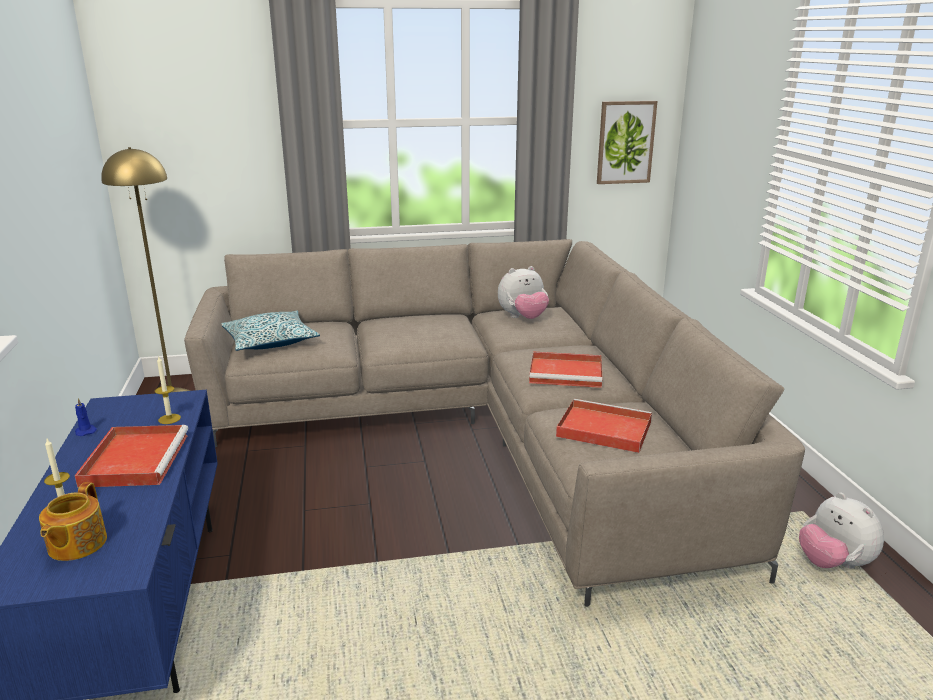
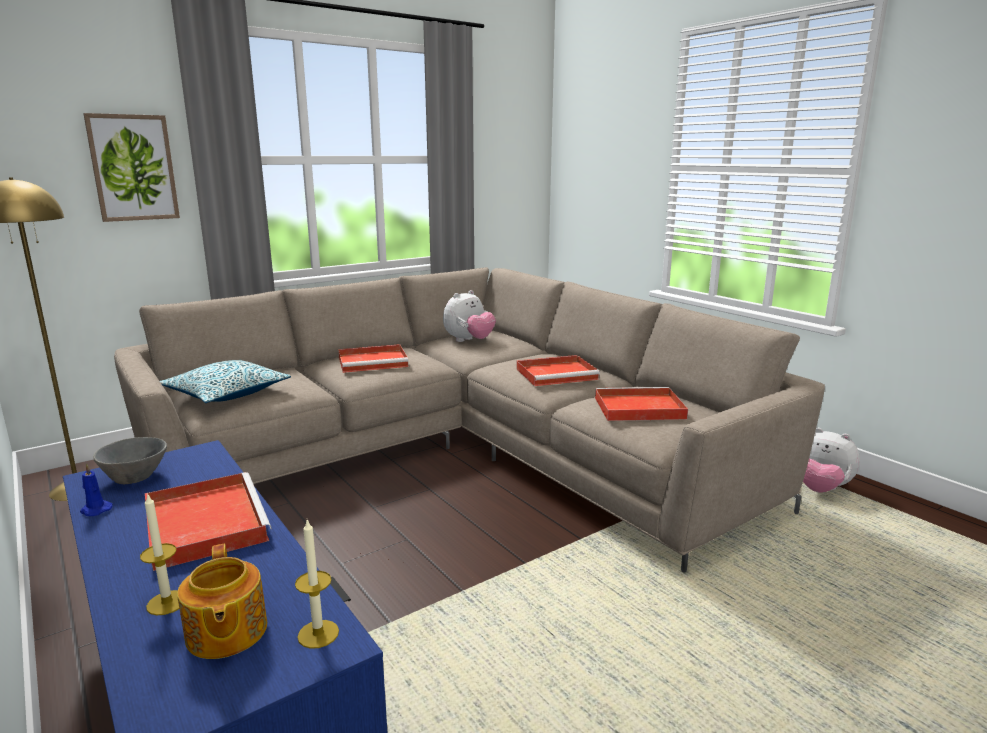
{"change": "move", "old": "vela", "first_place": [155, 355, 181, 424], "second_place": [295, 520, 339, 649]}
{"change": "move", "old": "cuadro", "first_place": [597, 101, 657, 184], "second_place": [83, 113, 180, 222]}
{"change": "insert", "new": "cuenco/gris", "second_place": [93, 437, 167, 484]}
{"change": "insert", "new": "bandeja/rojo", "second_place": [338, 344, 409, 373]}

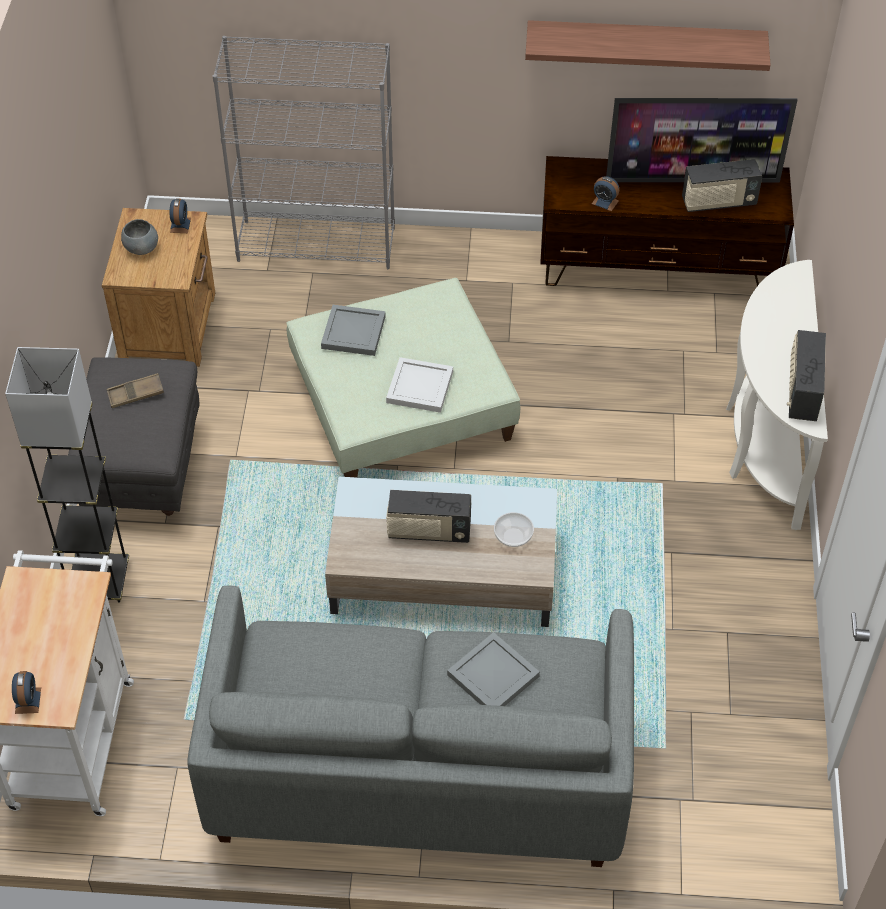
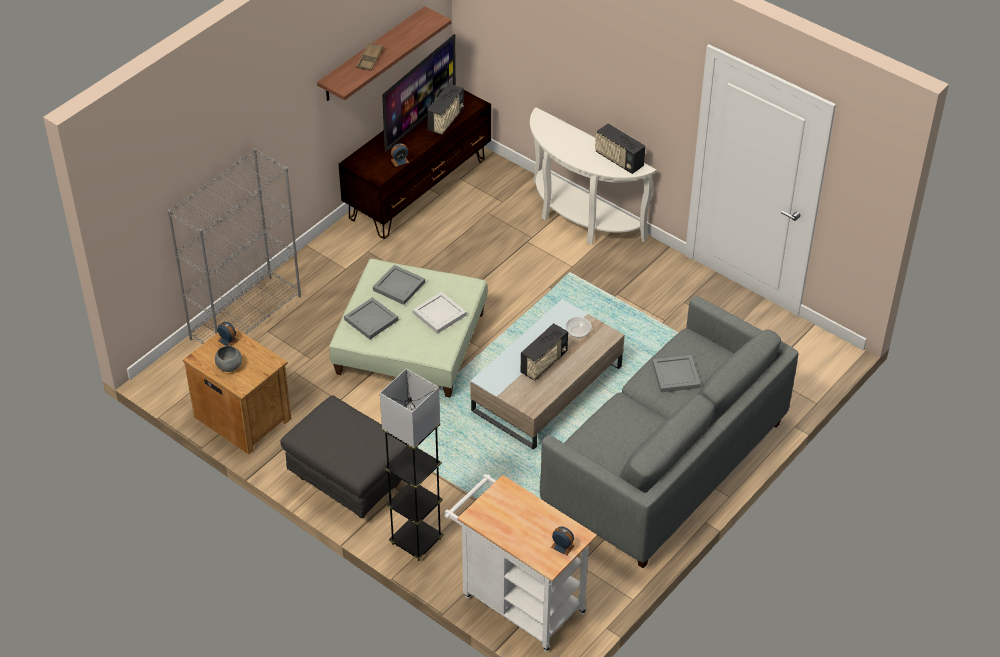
{"change": "move", "old": "bandeja/marrón", "first_place": [106, 373, 164, 408], "second_place": [357, 43, 383, 71]}
{"change": "insert", "new": "bandeja/gris", "second_place": [373, 265, 425, 305]}

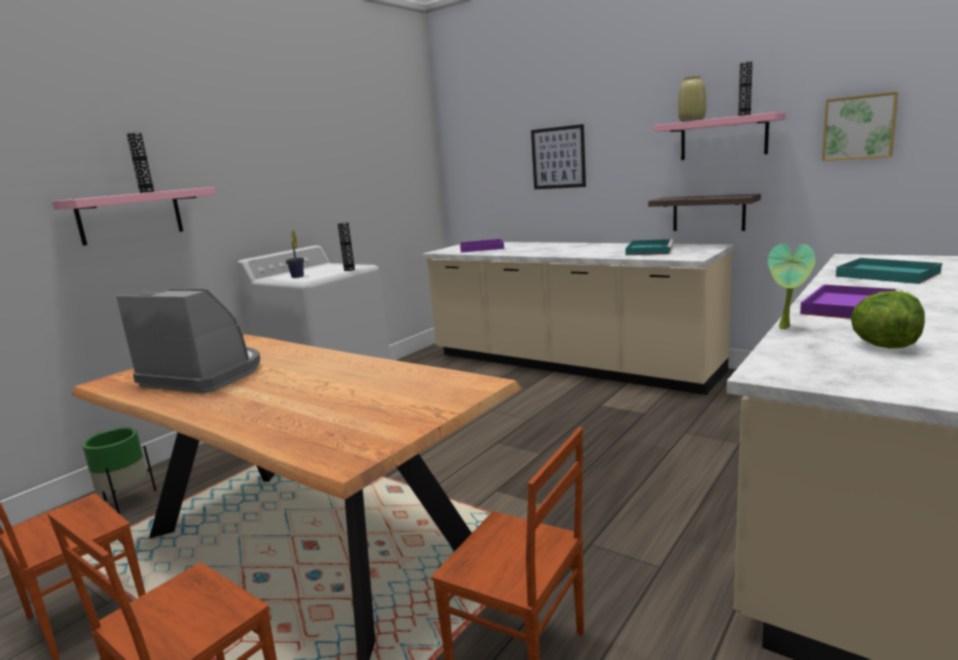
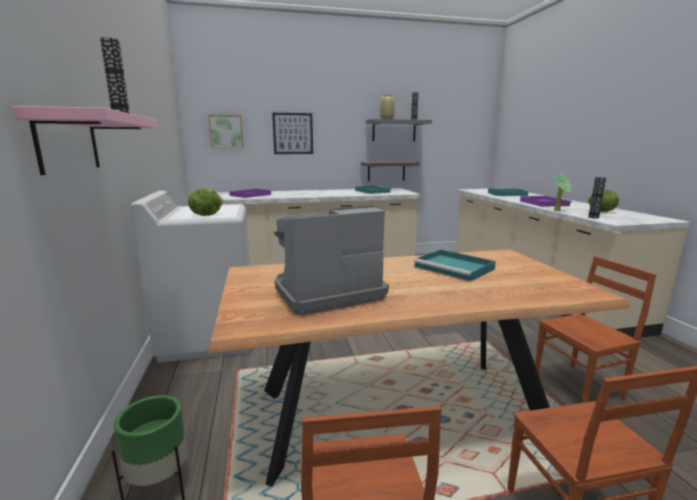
{"change": "replace", "old": "planta en maceta", "new": "lechuga", "first_place": [286, 229, 304, 278], "second_place": [188, 188, 223, 216]}
{"change": "move", "old": "florero", "first_place": [337, 222, 355, 271], "second_place": [588, 177, 606, 219]}
{"change": "recolor", "old": "estante/rosa", "new": "estante/gris", "first_place": [654, 112, 785, 160], "second_place": [366, 119, 432, 141]}
{"change": "move", "old": "cuadro", "first_place": [822, 92, 898, 161], "second_place": [208, 115, 244, 148]}
{"change": "insert", "new": "bandeja/turquesa", "second_place": [414, 250, 496, 282]}

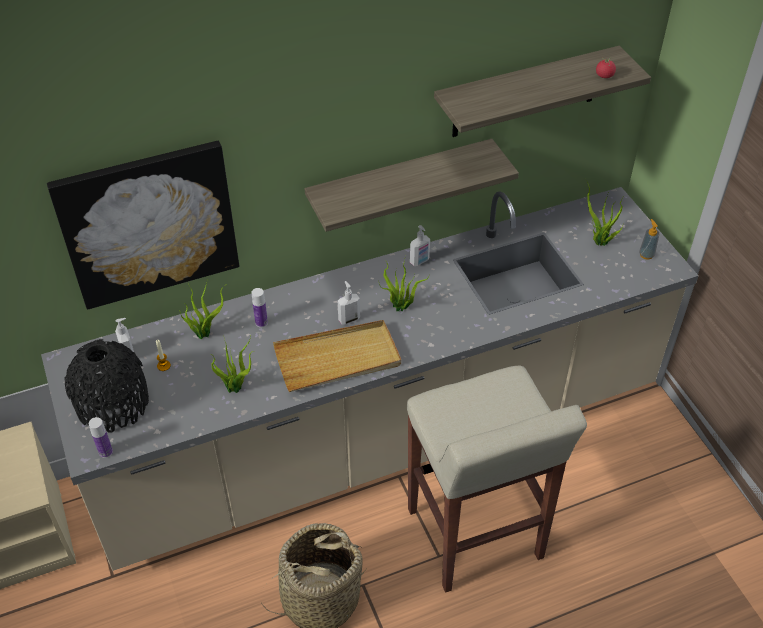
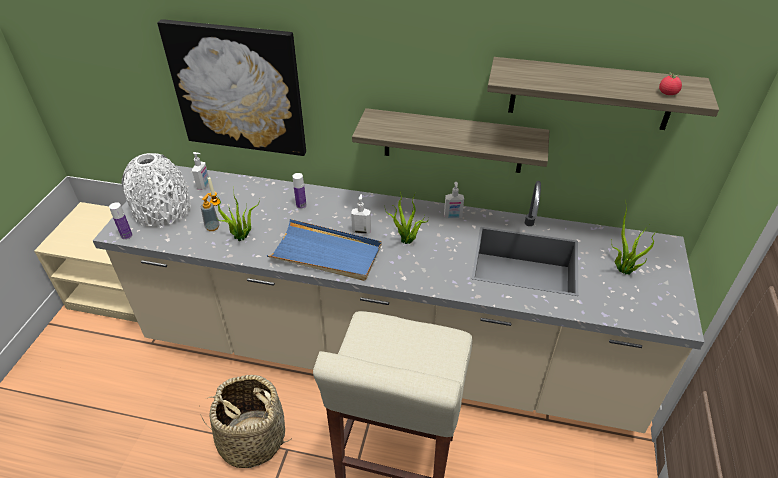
{"change": "recolor", "old": "florero/negro", "new": "florero/blanco", "first_place": [65, 339, 149, 433], "second_place": [121, 153, 191, 228]}
{"change": "delete", "old": "planta en maceta", "first_place": [179, 278, 227, 339]}
{"change": "recolor", "old": "bandeja/beis", "new": "bandeja/azul", "first_place": [273, 320, 401, 392], "second_place": [267, 219, 382, 281]}
{"change": "move", "old": "dispensador de jabón", "first_place": [639, 219, 659, 260], "second_place": [201, 193, 220, 231]}

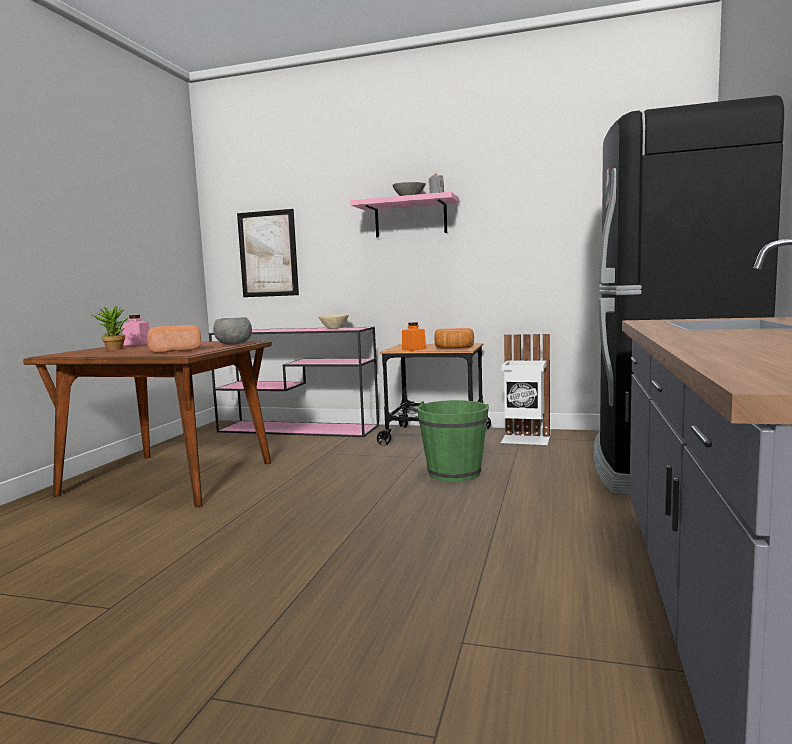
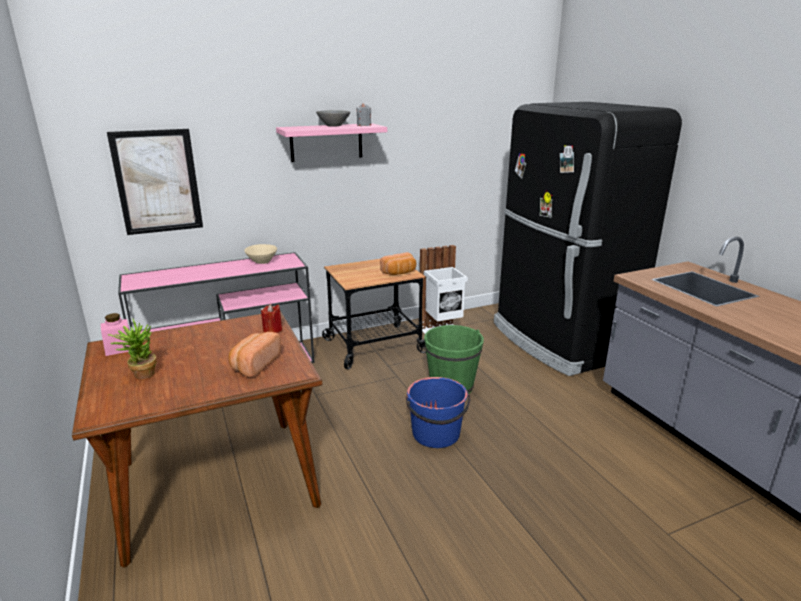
{"change": "replace", "old": "cuenco/gris", "new": "vela/rojo", "first_place": [213, 317, 252, 345], "second_place": [261, 304, 282, 333]}
{"change": "delete", "old": "tarro/naranja", "first_place": [402, 322, 426, 351]}
{"change": "insert", "new": "cubo/azul", "second_place": [406, 377, 470, 448]}

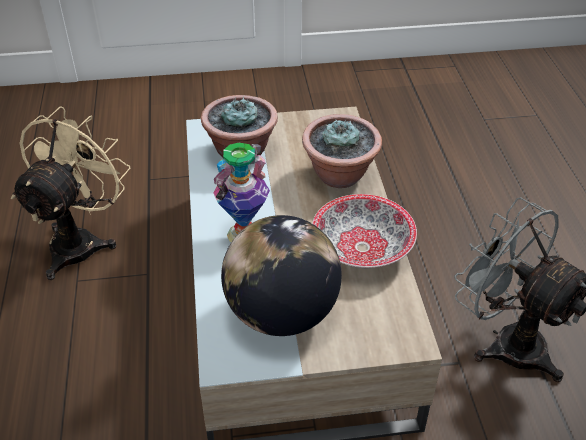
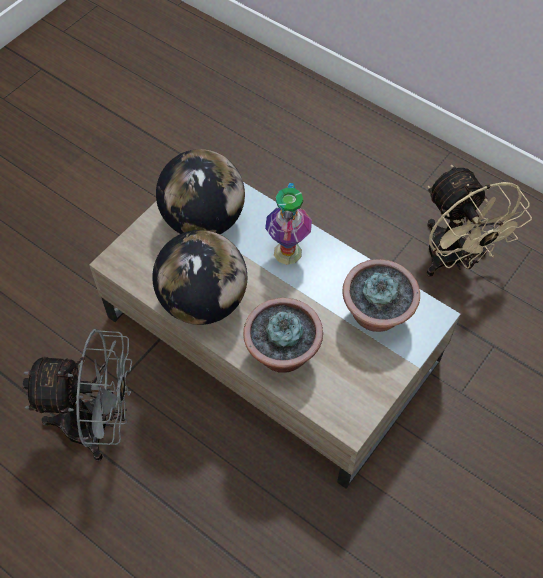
{"change": "replace", "old": "cuenco", "new": "globo terráqueo", "first_place": [312, 194, 417, 268], "second_place": [152, 230, 247, 325]}

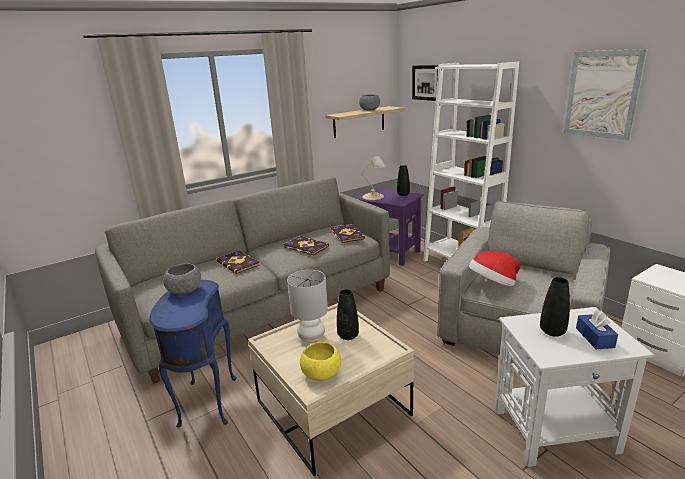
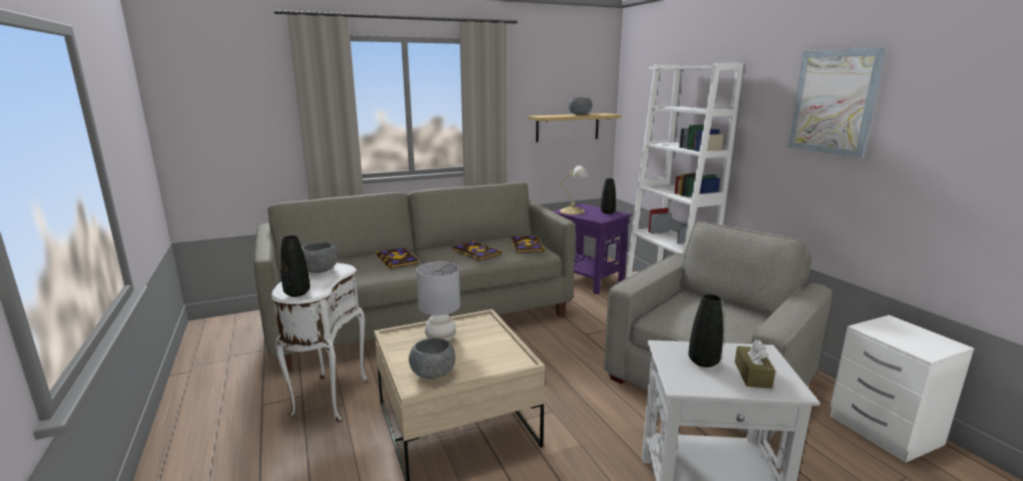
{"change": "recolor", "old": "mesa auxiliar/azul", "new": "mesa auxiliar/blanco", "first_place": [150, 280, 237, 427], "second_place": [271, 263, 368, 422]}
{"change": "recolor", "old": "cuenco/amarillo", "new": "cuenco/gris", "first_place": [300, 342, 341, 381], "second_place": [409, 338, 456, 379]}
{"change": "move", "old": "florero/negro", "first_place": [337, 289, 359, 340], "second_place": [281, 236, 310, 297]}
{"change": "delete", "old": "cuadro", "first_place": [412, 65, 438, 101]}
{"change": "delete", "old": "sombrero", "first_place": [469, 251, 520, 287]}
{"change": "recolor", "old": "caja de pañuelos/azul", "new": "caja de pañuelos/marrón", "first_place": [576, 310, 618, 349], "second_place": [735, 339, 775, 389]}

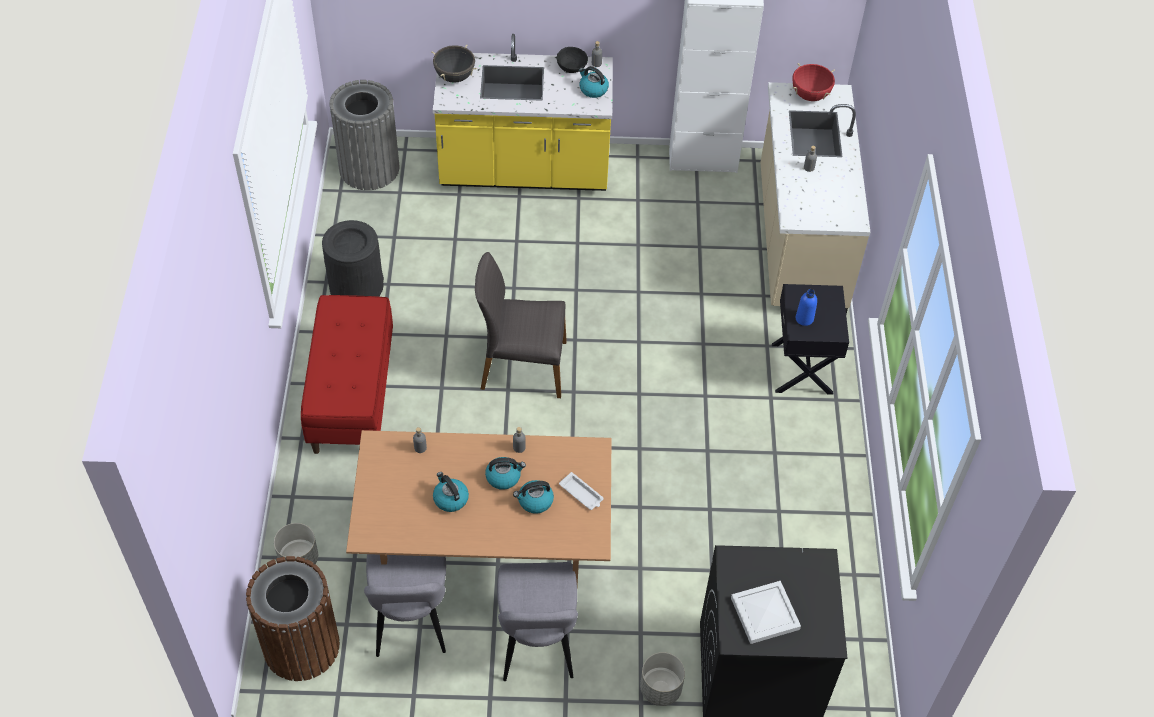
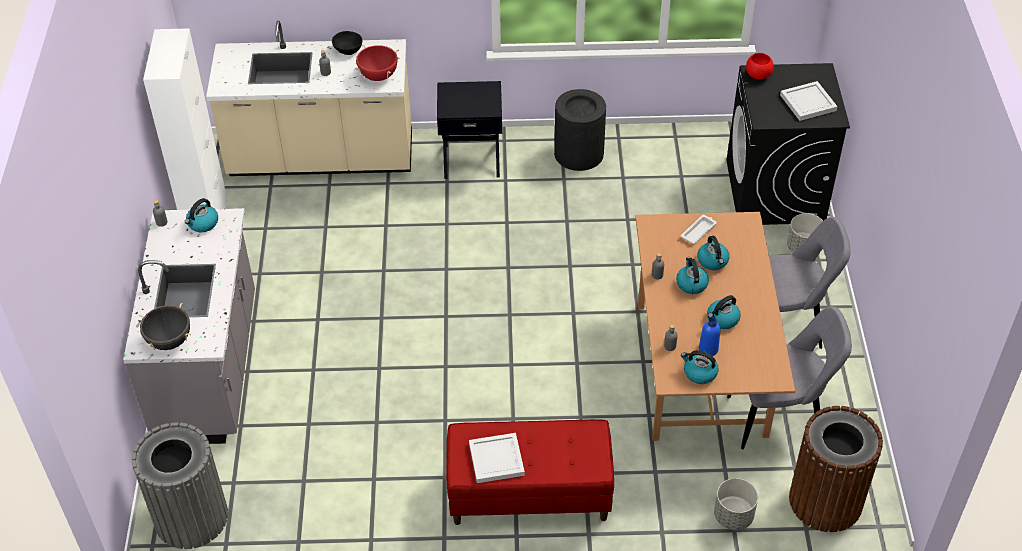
{"change": "move", "old": "papelera/negro", "first_place": [322, 220, 384, 297], "second_place": [554, 89, 606, 171]}
{"change": "recolor", "old": "mueble bajo de cocina/amarillo", "new": "mueble bajo de cocina/gris", "first_place": [433, 34, 613, 191], "second_place": [123, 208, 255, 444]}
{"change": "delete", "old": "silla/gris", "first_place": [475, 252, 567, 398]}
{"change": "move", "old": "cuenco/negro", "first_place": [557, 47, 588, 73], "second_place": [332, 31, 362, 55]}
{"change": "move", "old": "olla/rojo", "first_place": [793, 63, 835, 101], "second_place": [354, 45, 399, 81]}
{"change": "move", "old": "botella/azul", "first_place": [796, 289, 817, 326], "second_place": [699, 317, 720, 356]}
{"change": "insert", "new": "bandeja/blanco", "second_place": [469, 433, 525, 483]}
{"change": "insert", "new": "hervidor", "second_place": [681, 350, 719, 384]}
{"change": "insert", "new": "cuenco/rojo", "second_place": [746, 53, 774, 79]}

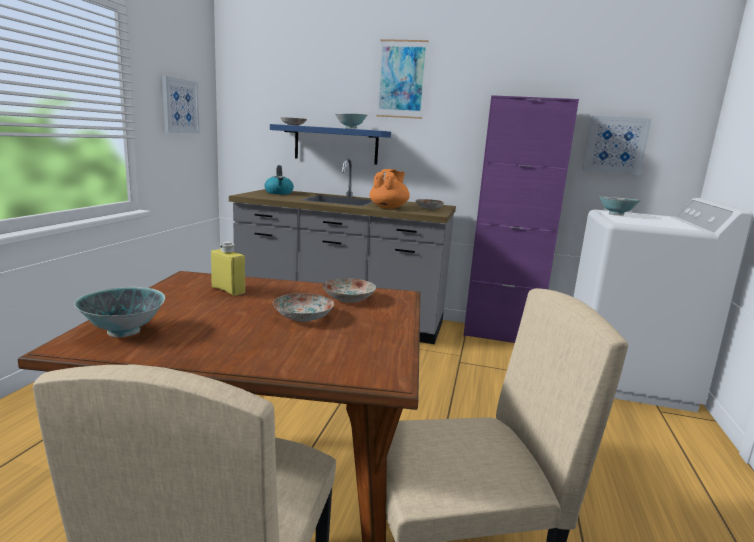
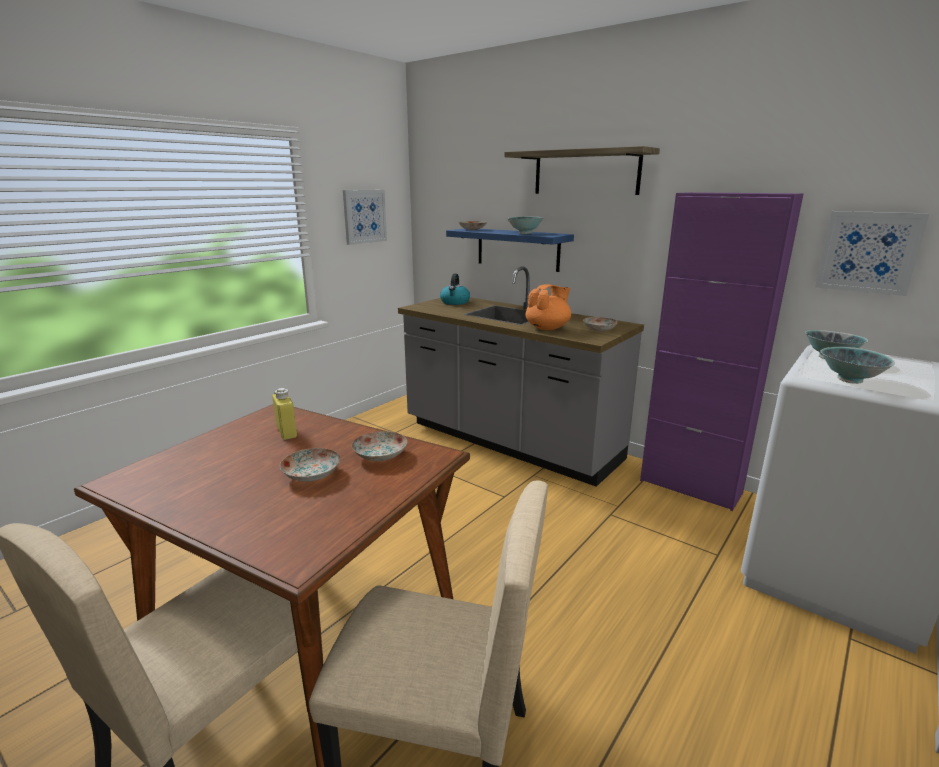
{"change": "move", "old": "cuenco", "first_place": [74, 287, 165, 337], "second_place": [821, 347, 895, 384]}
{"change": "replace", "old": "cuadro", "new": "estante", "first_place": [376, 39, 429, 119], "second_place": [504, 146, 660, 195]}

